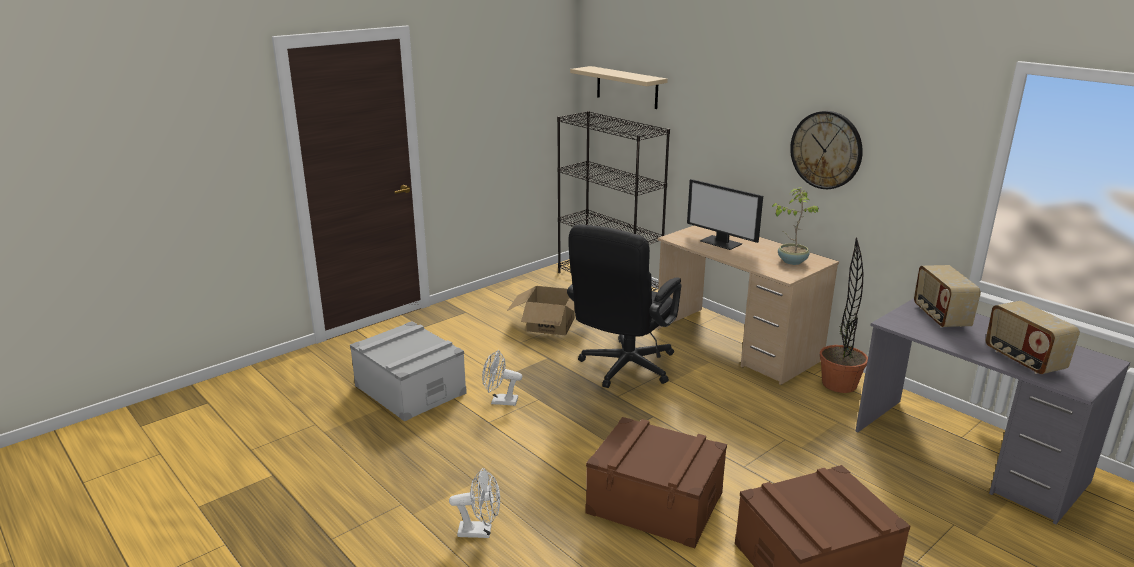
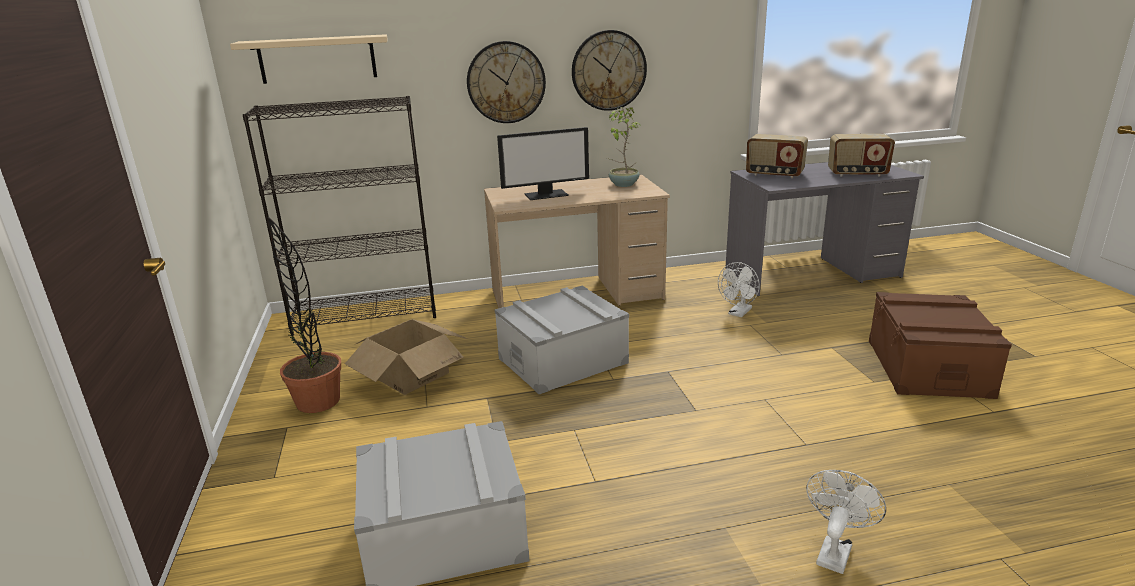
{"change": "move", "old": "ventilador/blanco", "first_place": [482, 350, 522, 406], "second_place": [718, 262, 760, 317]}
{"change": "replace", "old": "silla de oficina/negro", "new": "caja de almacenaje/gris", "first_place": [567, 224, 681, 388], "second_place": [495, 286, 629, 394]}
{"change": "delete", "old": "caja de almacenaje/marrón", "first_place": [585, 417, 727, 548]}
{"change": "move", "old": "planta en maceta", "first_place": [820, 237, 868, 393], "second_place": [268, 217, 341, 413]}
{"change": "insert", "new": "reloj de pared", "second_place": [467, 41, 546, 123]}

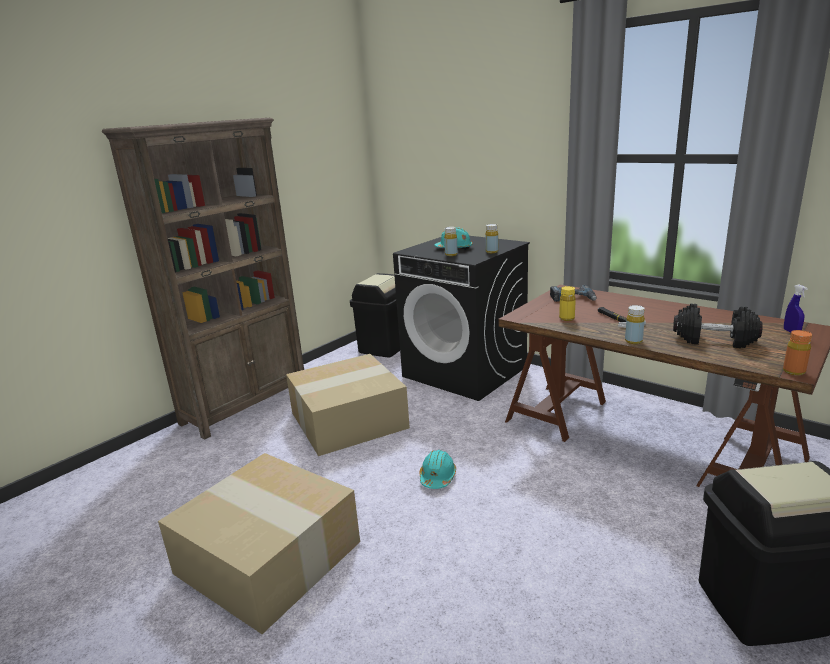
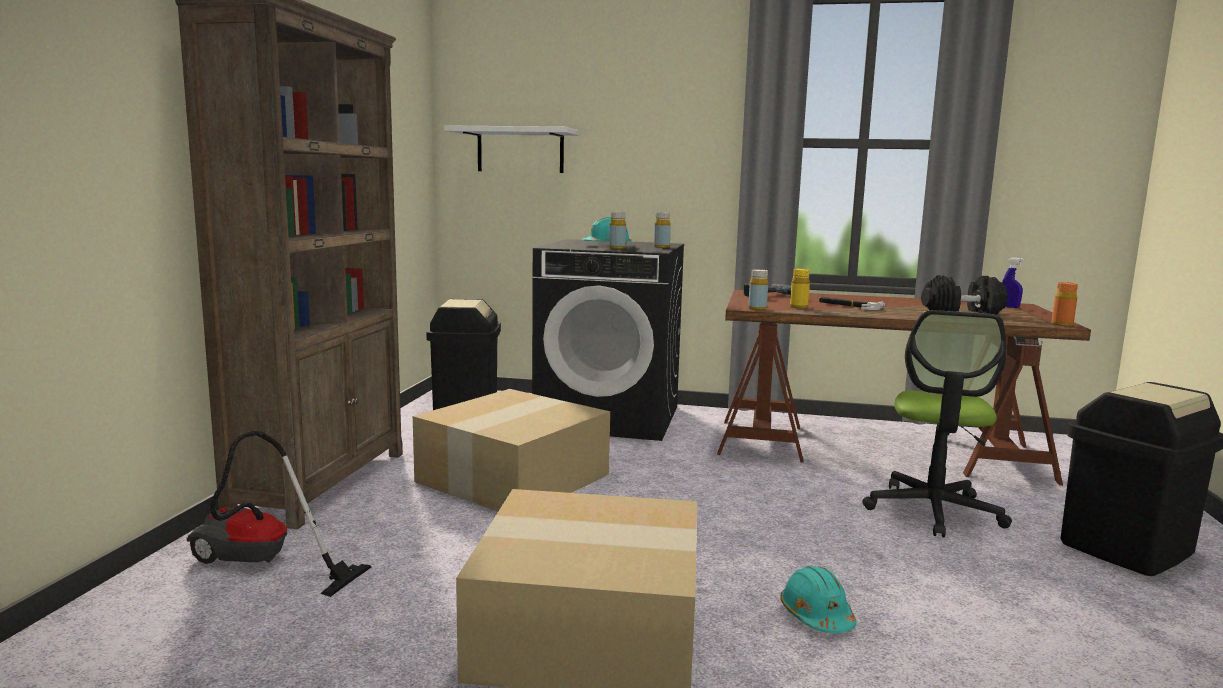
{"change": "move", "old": "casco/turquesa", "first_place": [419, 450, 456, 489], "second_place": [780, 566, 857, 633]}
{"change": "move", "old": "botella/amarillo", "first_place": [625, 305, 645, 344], "second_place": [748, 269, 768, 310]}
{"change": "insert", "new": "aspiradora", "second_place": [187, 431, 372, 597]}
{"change": "insert", "new": "estante/blanco", "second_place": [444, 125, 579, 173]}
{"change": "insert", "new": "silla de oficina", "second_place": [862, 310, 1012, 537]}

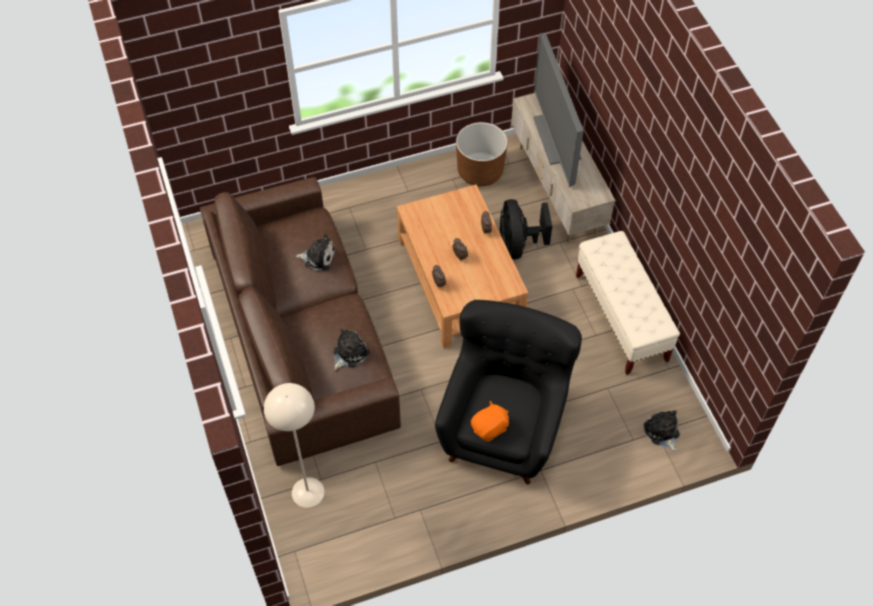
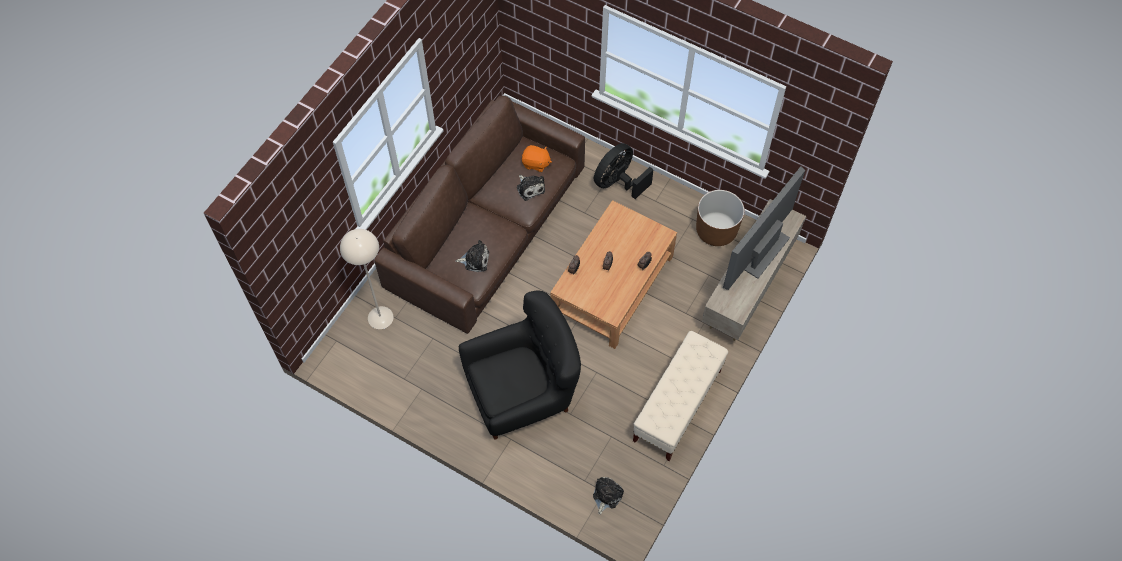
{"change": "move", "old": "peluche/naranja", "first_place": [471, 401, 509, 442], "second_place": [522, 145, 552, 172]}
{"change": "move", "old": "ventilador/negro", "first_place": [500, 199, 552, 259], "second_place": [594, 143, 654, 199]}

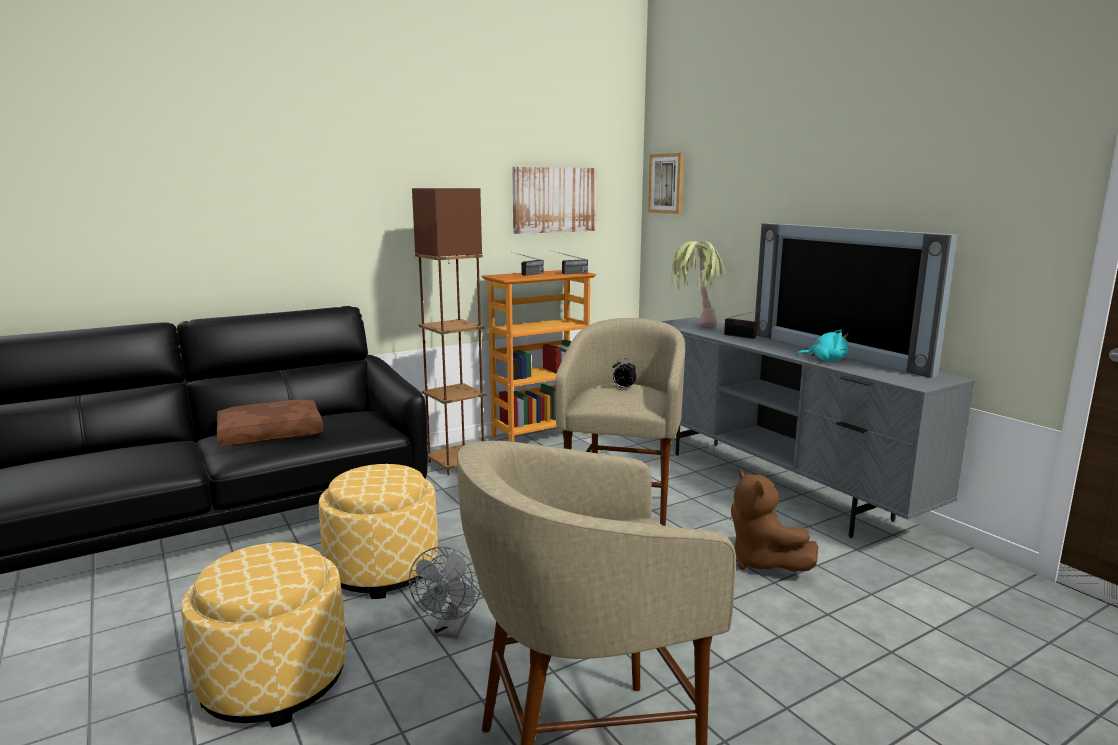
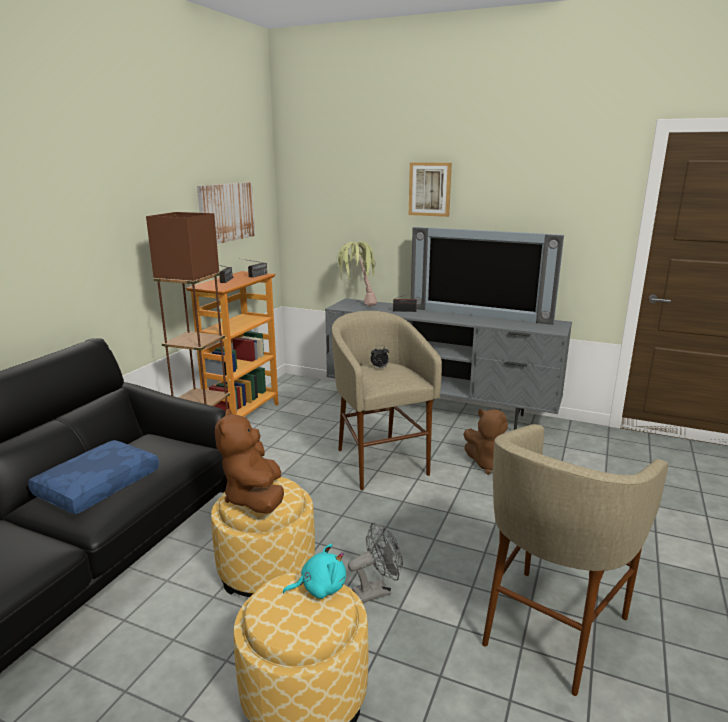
{"change": "recolor", "old": "cojín/marrón", "new": "cojín/azul", "first_place": [217, 399, 323, 446], "second_place": [28, 440, 159, 514]}
{"change": "rotate", "old": "ventilador/gris", "first_place": [409, 547, 481, 638], "second_place": [348, 523, 403, 603], "degrees": -90}
{"change": "move", "old": "cuadro", "first_place": [648, 153, 684, 214], "second_place": [409, 162, 452, 217]}
{"change": "move", "old": "peluche/turquesa", "first_place": [797, 329, 849, 361], "second_place": [283, 544, 346, 599]}
{"change": "insert", "new": "peluche/marrón", "second_place": [215, 409, 284, 514]}

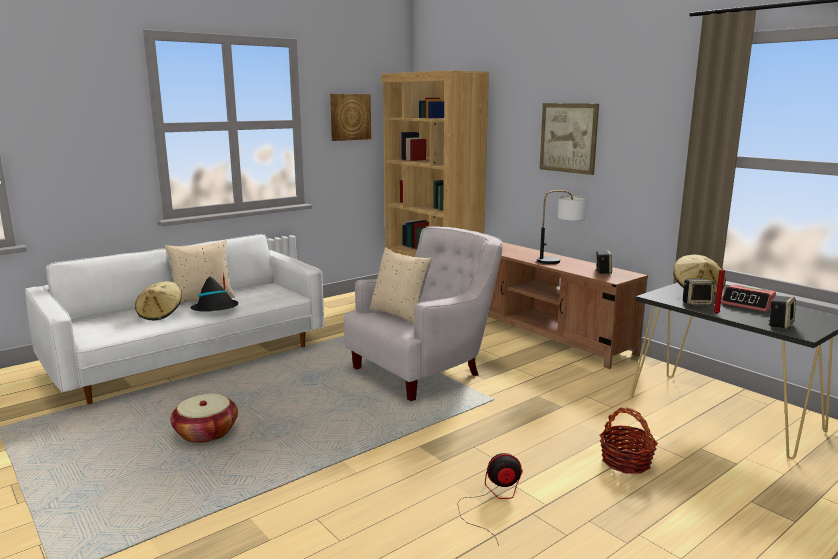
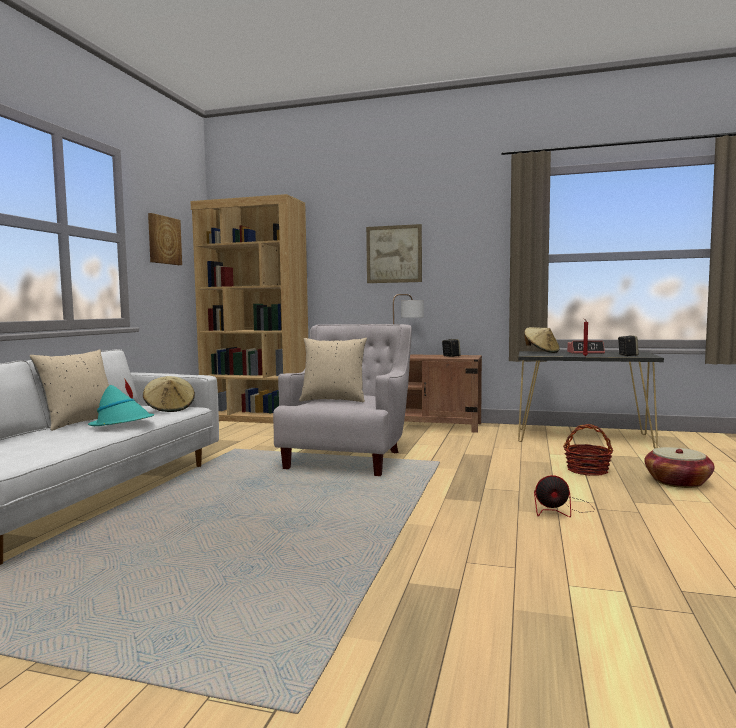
{"change": "move", "old": "sombrero/beis", "first_place": [135, 281, 182, 320], "second_place": [143, 376, 195, 412]}
{"change": "move", "old": "cesta", "first_place": [170, 394, 238, 443], "second_place": [644, 447, 714, 488]}
{"change": "recolor", "old": "sombrero/negro", "new": "sombrero/turquesa", "first_place": [191, 271, 238, 312], "second_place": [88, 379, 154, 426]}
{"change": "rotate", "old": "ventilador", "first_place": [458, 453, 523, 546], "second_place": [534, 475, 595, 517], "degrees": -135}
{"change": "delete", "old": "altavoz", "first_place": [683, 279, 715, 306]}

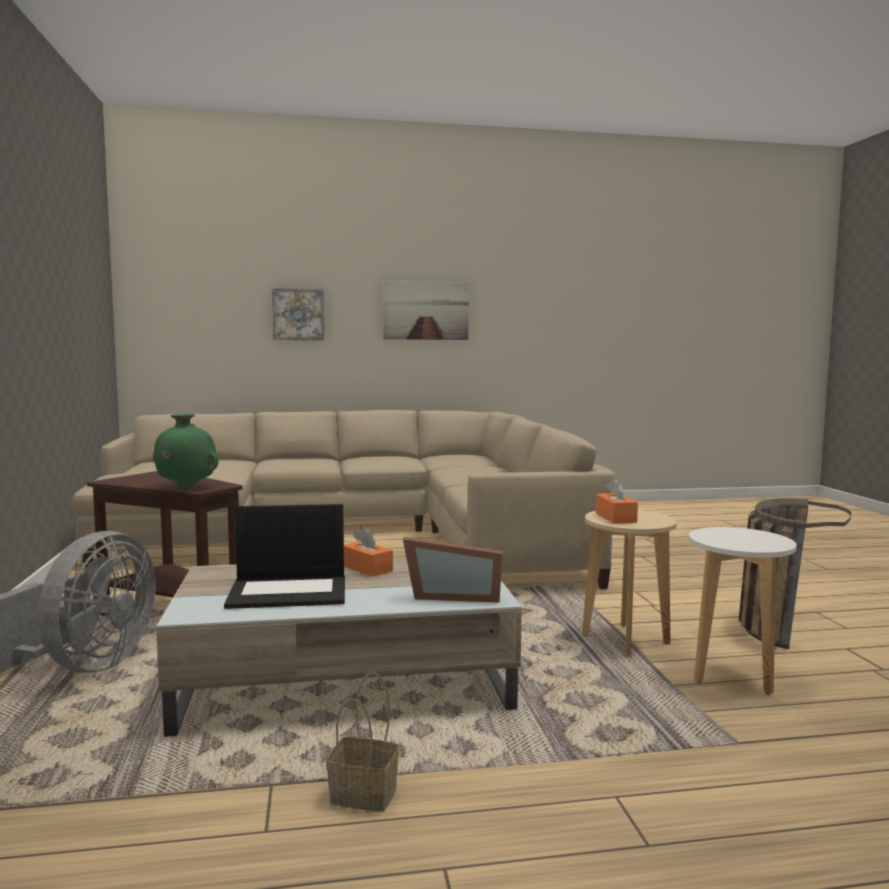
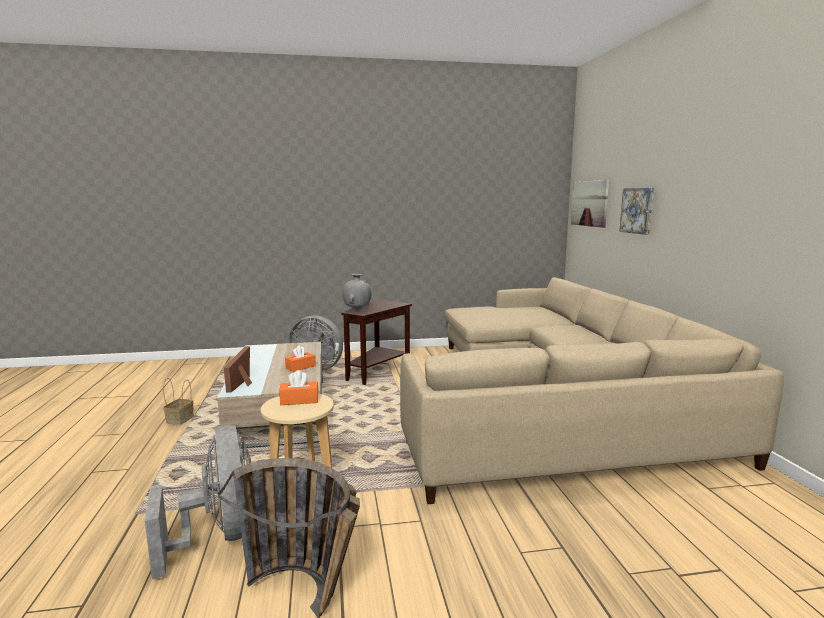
{"change": "recolor", "old": "florero/verde", "new": "florero/gris", "first_place": [153, 414, 219, 488], "second_place": [343, 274, 371, 310]}
{"change": "delete", "old": "portátil", "first_place": [224, 504, 345, 609]}
{"change": "move", "old": "cuadro", "first_place": [383, 281, 469, 340], "second_place": [571, 180, 609, 228]}
{"change": "replace", "old": "taburete/blanco", "new": "ventilador/gris", "first_place": [689, 527, 797, 694], "second_place": [145, 425, 251, 579]}

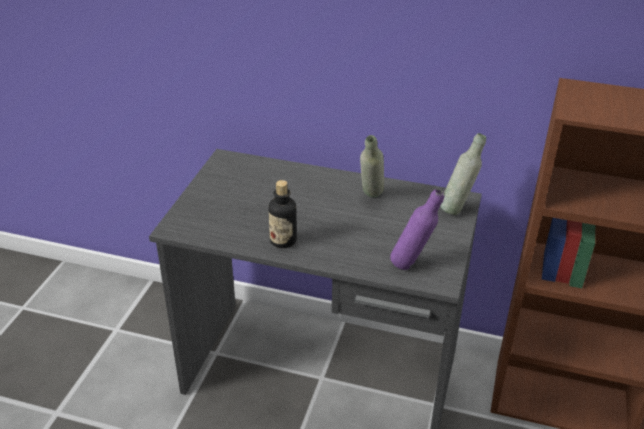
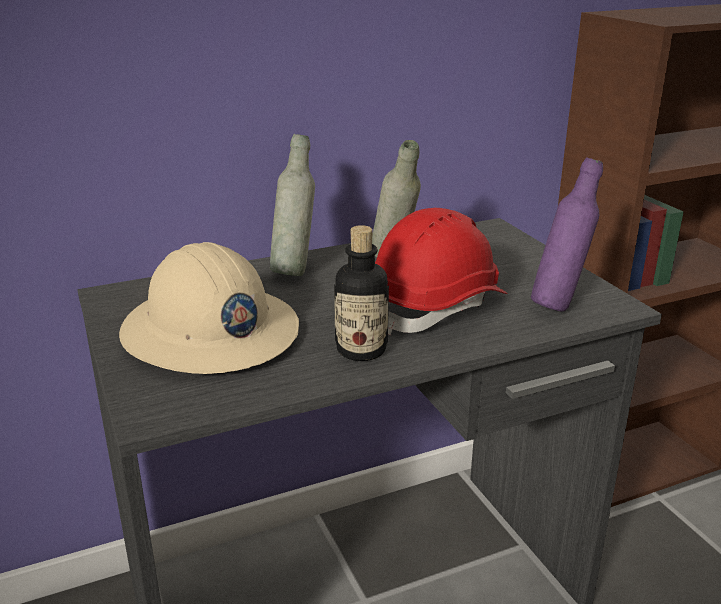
{"change": "move", "old": "botella/gris", "first_place": [440, 133, 486, 215], "second_place": [270, 134, 315, 276]}
{"change": "insert", "new": "casco/beis", "second_place": [119, 242, 299, 374]}
{"change": "insert", "new": "casco/rojo", "second_place": [375, 208, 507, 335]}

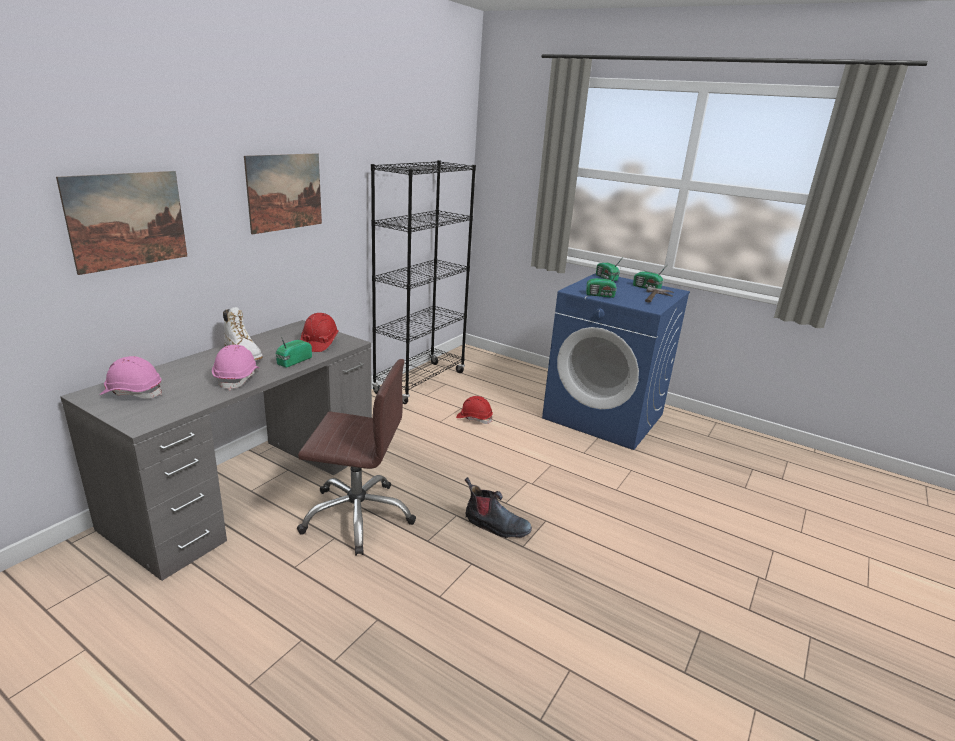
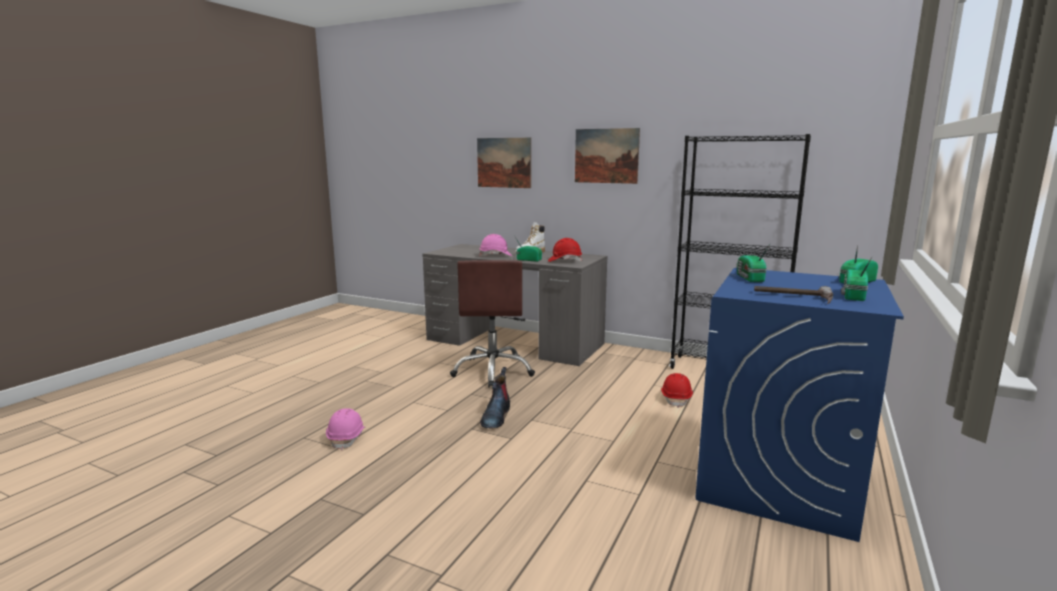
{"change": "move", "old": "casco/rosa", "first_place": [100, 356, 162, 399], "second_place": [326, 408, 364, 450]}

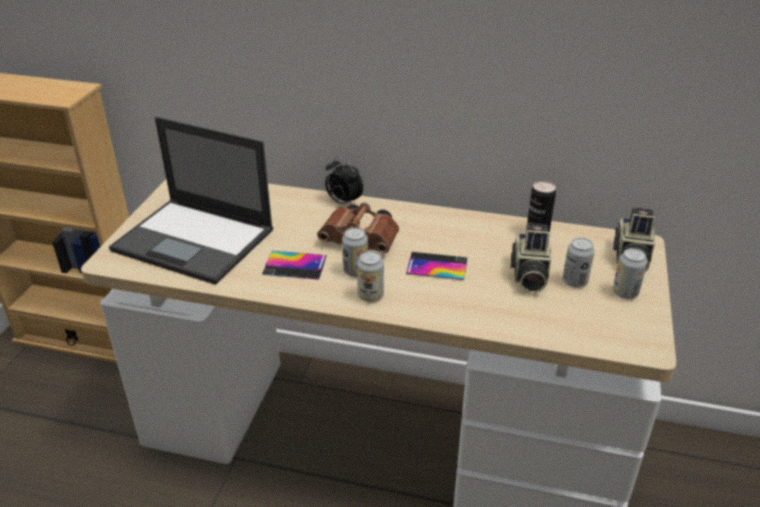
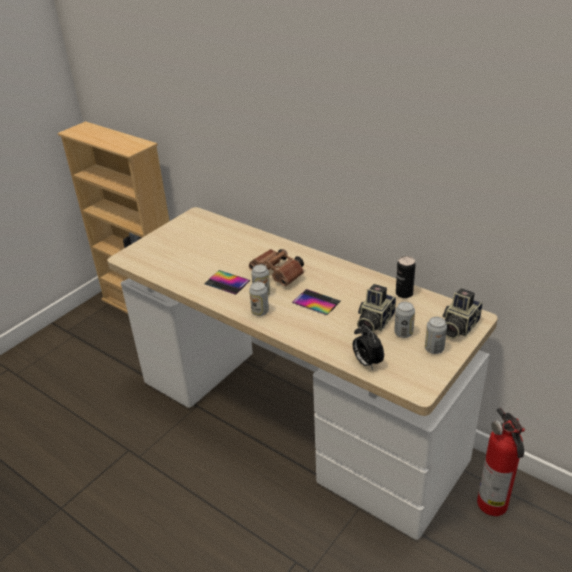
{"change": "delete", "old": "portátil", "first_place": [109, 117, 273, 285]}
{"change": "move", "old": "despertador", "first_place": [325, 157, 364, 205], "second_place": [353, 325, 384, 370]}
{"change": "insert", "new": "extintor", "second_place": [477, 408, 525, 516]}

